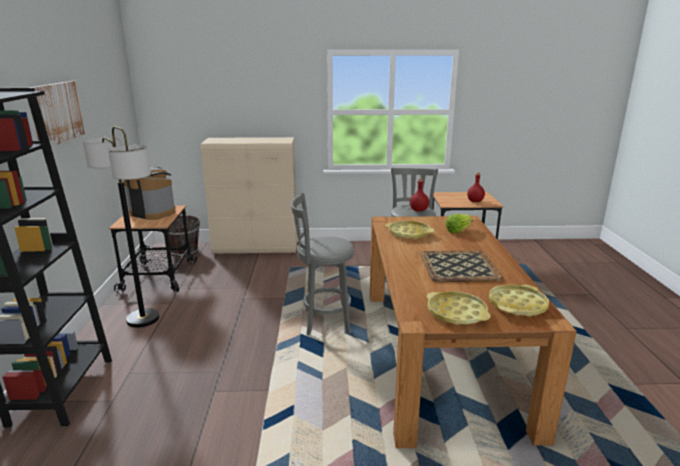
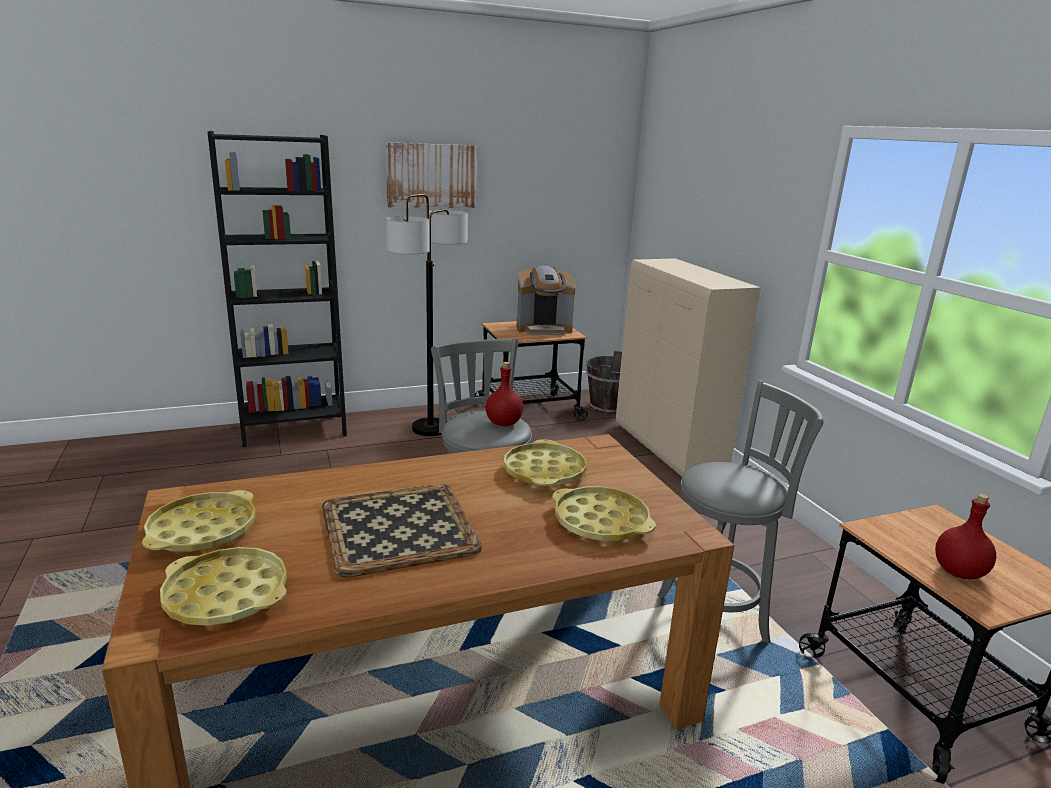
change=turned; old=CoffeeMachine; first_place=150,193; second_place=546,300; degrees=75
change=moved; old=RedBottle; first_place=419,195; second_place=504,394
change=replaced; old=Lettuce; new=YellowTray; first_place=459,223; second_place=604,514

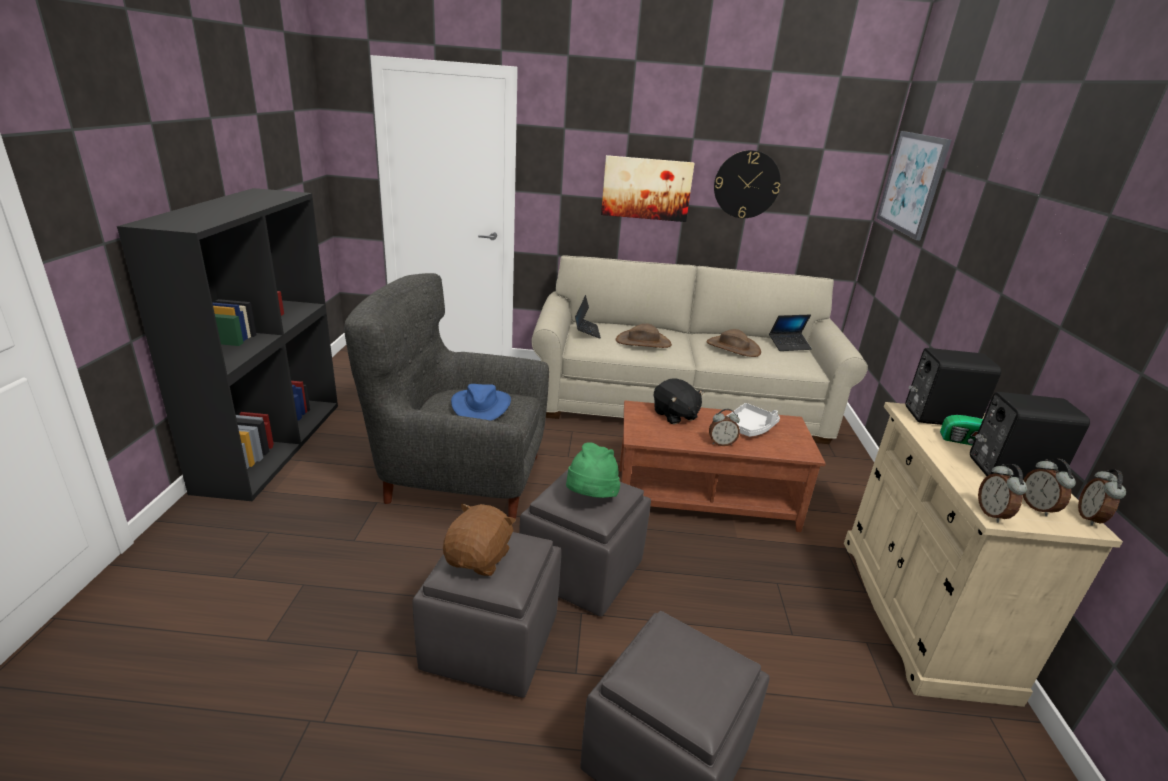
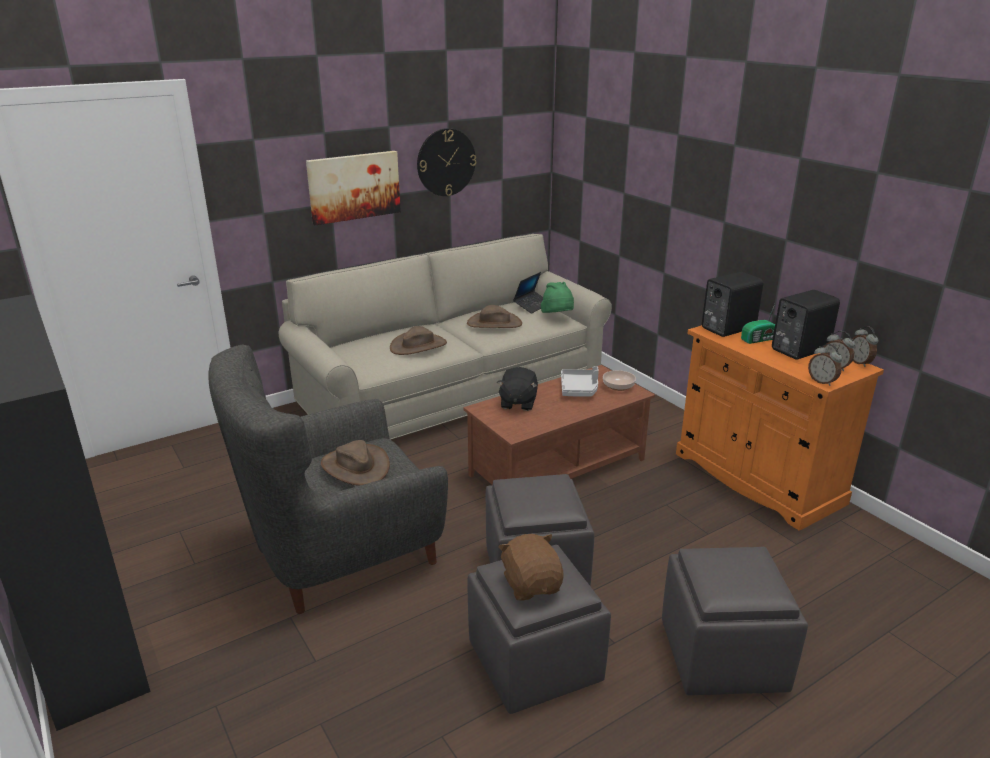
change=removed; old=Picture; first_place=914,186
change=removed; old=Laptop; first_place=588,317
change=turned; old=BlackPlushToy; first_place=679,402; second_place=517,389; degrees=75
change=recoloured; old=BlueHat; new=BrownHat; first_place=481,402; second_place=355,463
change=recoloured; old=BeigeCabinet; new=OrangeCabinet; first_place=983,554; second_place=780,428
change=removed; old=AlarmClock; first_place=724,427
change=moved; old=GreenHat; first_place=593,470; second_place=557,297
change=added; new=Bowl; second_place=619,380

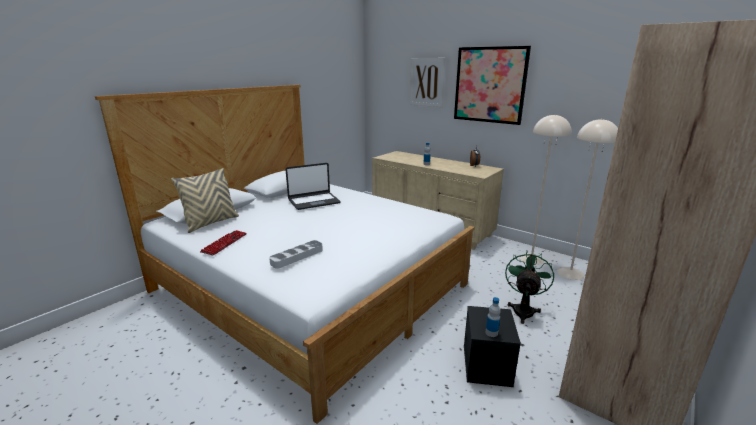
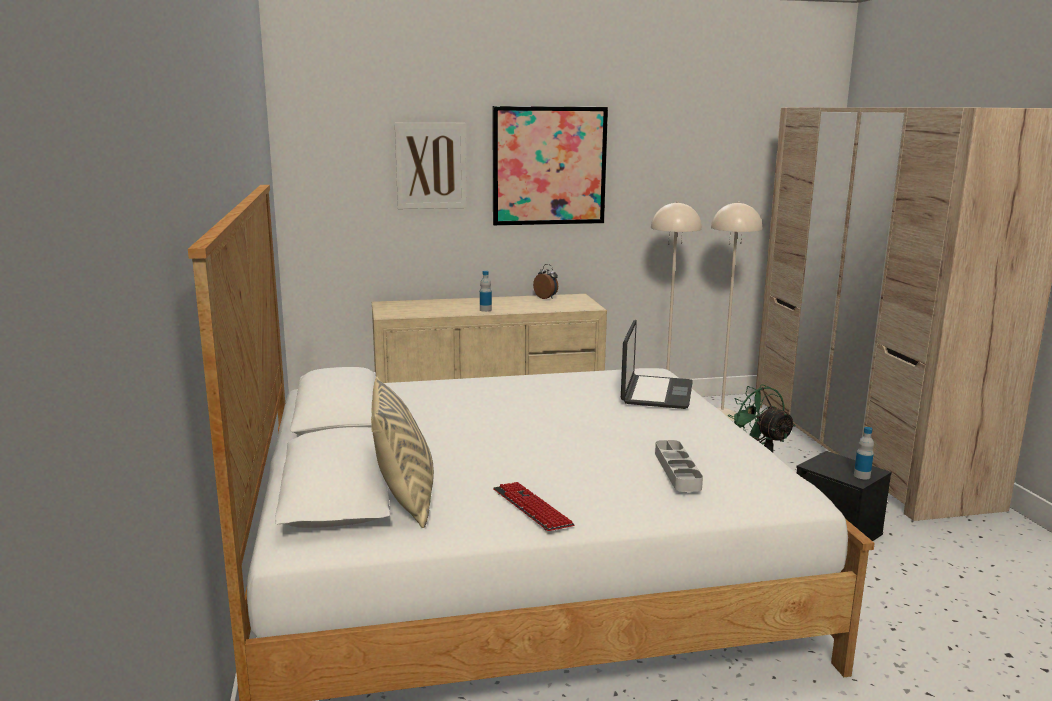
change=moved; old=Laptop; first_place=313,186; second_place=657,364

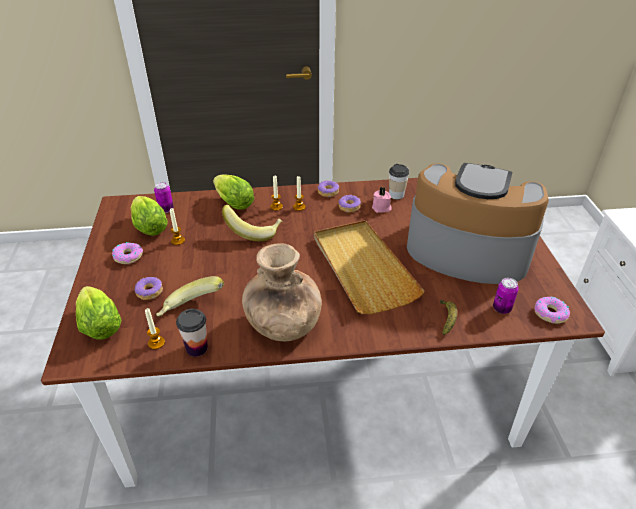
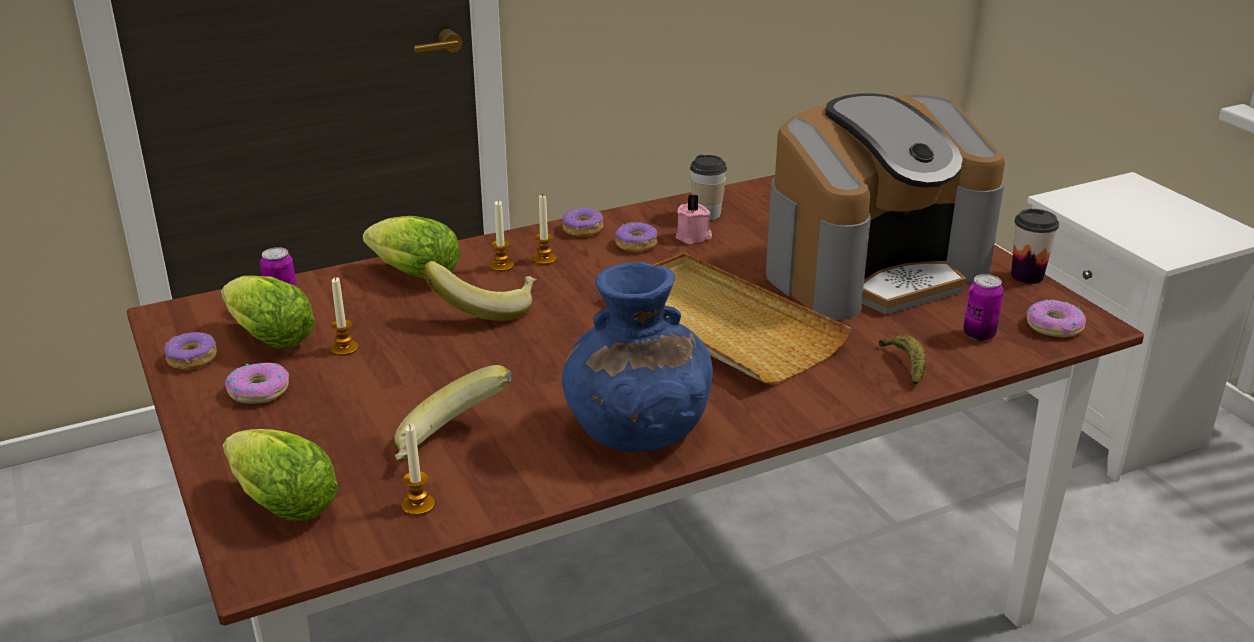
change=turned; old=CoffeeMachine; first_place=478,223; second_place=885,206; degrees=150
change=recoloured; old=BrownVase; new=BlueVase; first_place=282,292; second_place=637,357
change=moved; old=Donut; first_place=149,288; second_place=190,351
change=moved; old=Cup; first_place=192,333; second_place=1035,246

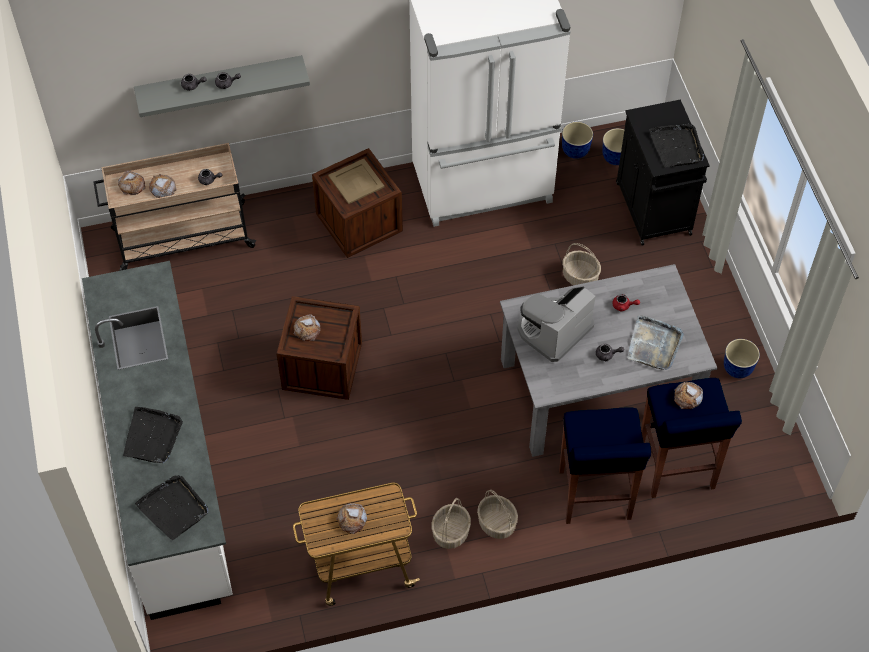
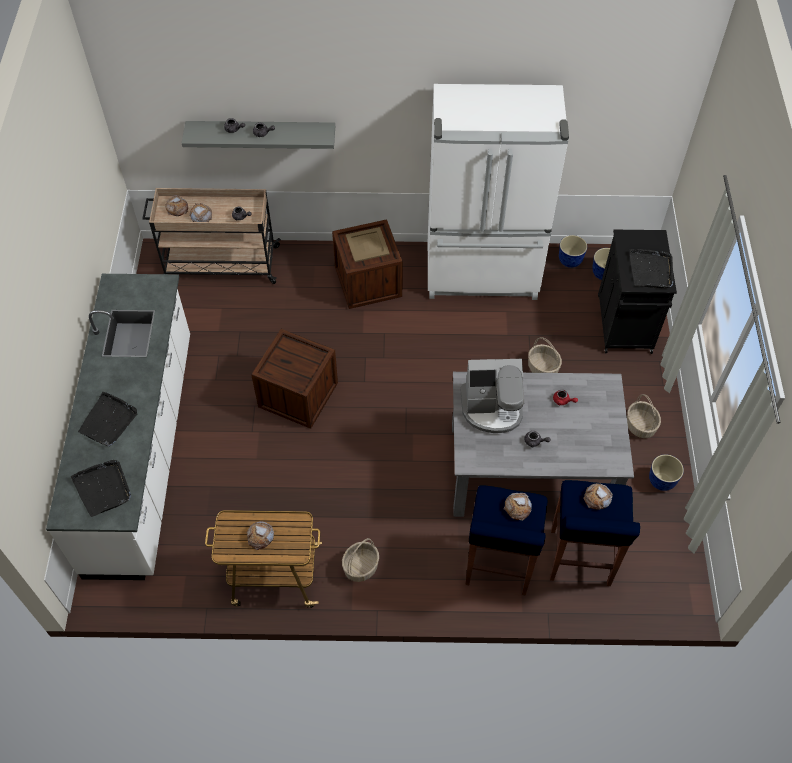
change=turned; old=CoffeeMachine; first_place=556,324; second_place=492,396; degrees=-150
change=moved; old=Bread; first_place=307,327; second_place=517,507
change=removed; old=GreyTray; first_place=655,342
change=moved; old=Basket; first_place=497,514; second_place=644,416

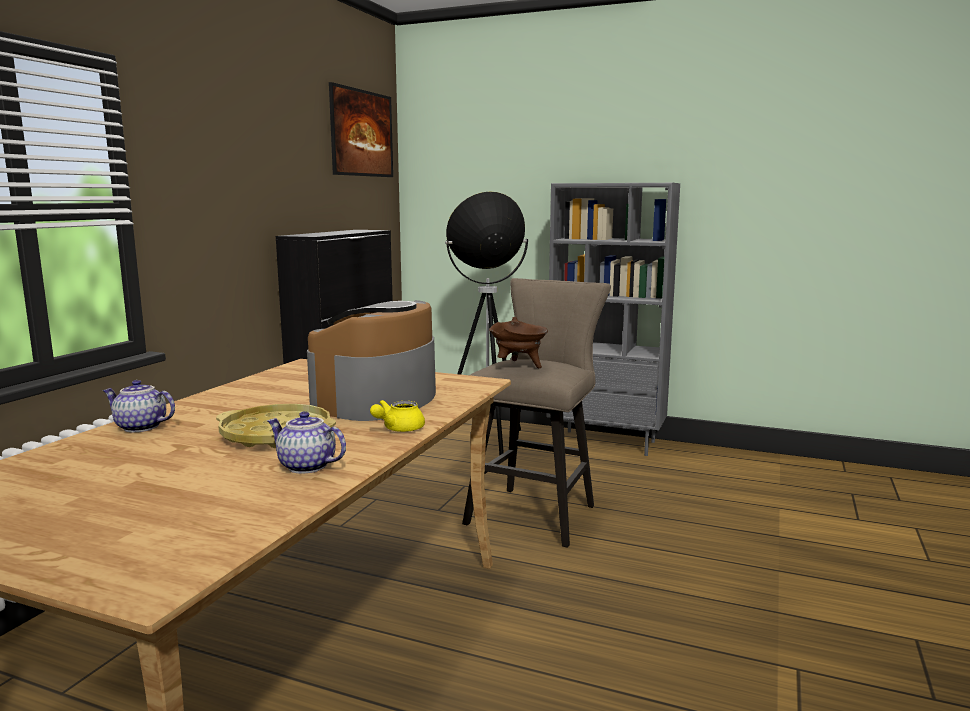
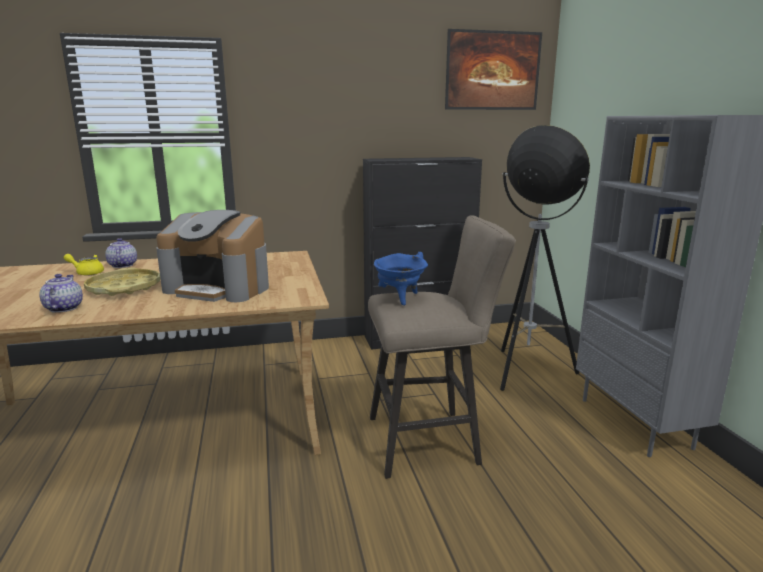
change=turned; old=CoffeeMachine; first_place=371,360; second_place=212,256; degrees=-150
change=recoloured; old=BrownCookingPot; new=BlueCookingPot; first_place=518,342; second_place=401,278
change=moved; old=YellowTeapot; first_place=397,416; second_place=84,265

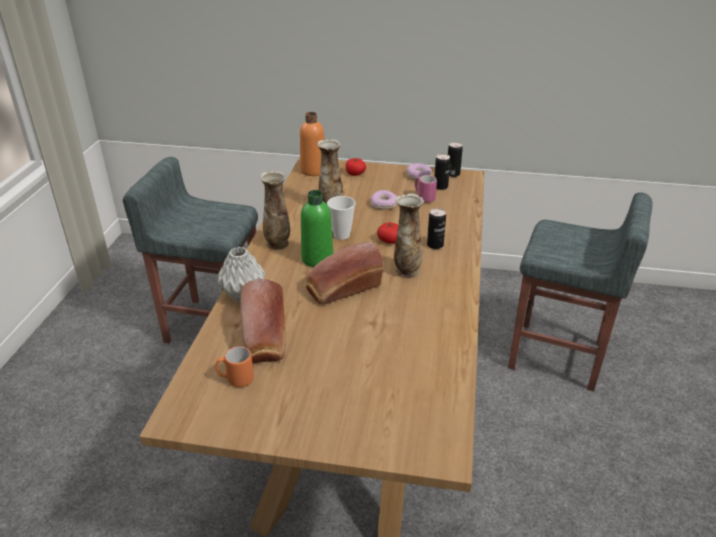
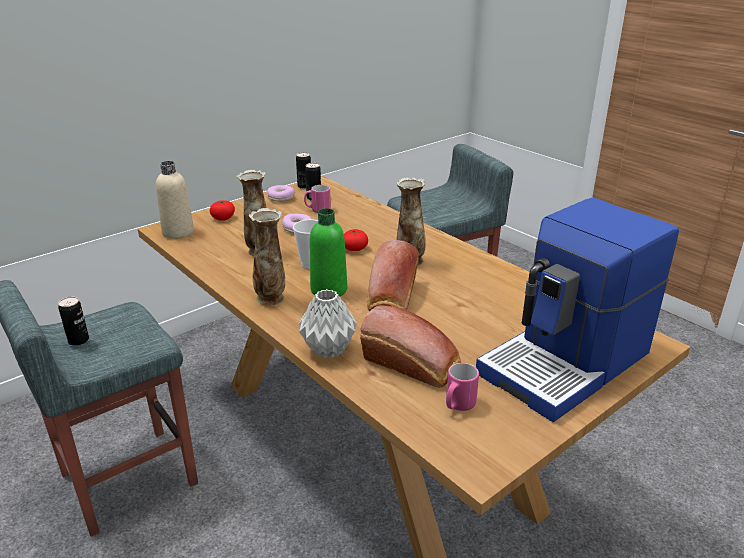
change=recoloured; old=OrangeBottle; new=BeigeBottle; first_place=312,144; second_place=175,200
change=moved; old=Can; first_place=436,228; second_place=73,321
change=recoloured; old=OrangeMug; new=PinkMug; first_place=235,366; second_place=462,387
change=added; new=CoffeeMachine; second_place=577,310

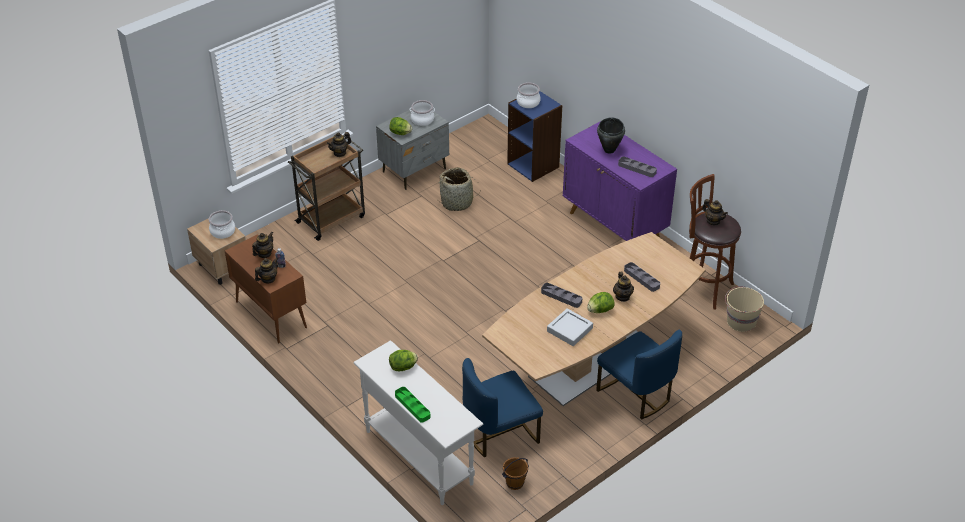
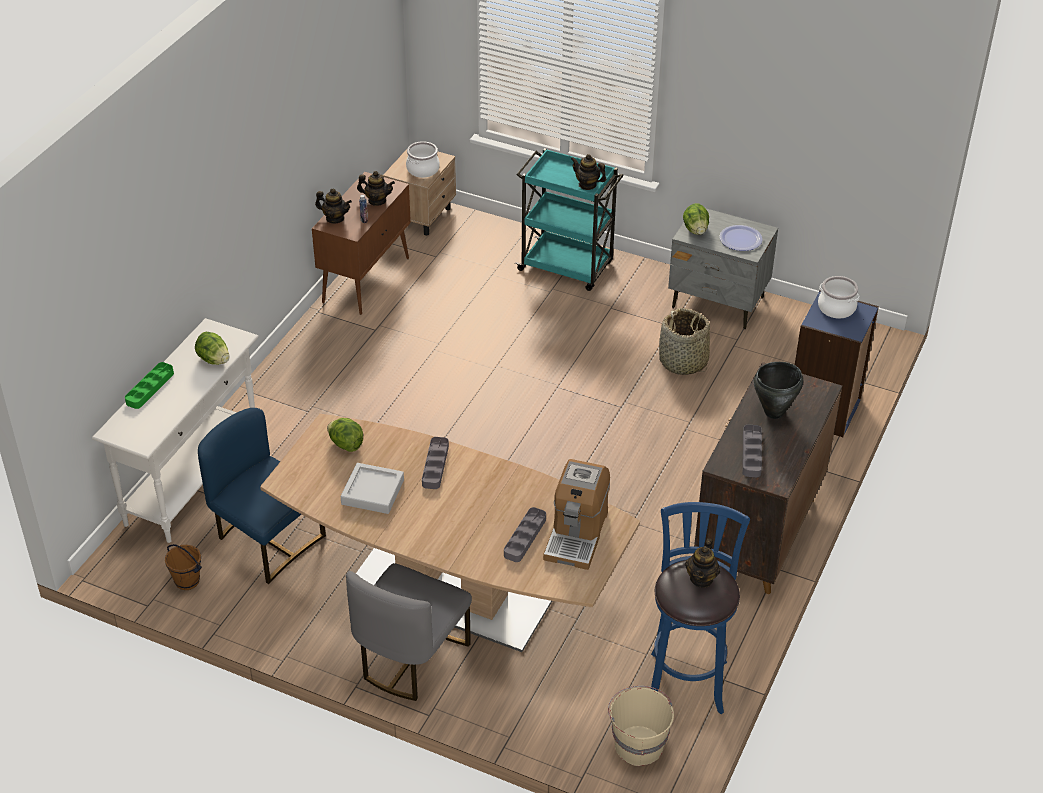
change=replaced; old=CookingPot; new=Plate; first_place=422,113; second_place=741,238
change=recoloured; old=PurpleCabinet; new=BrownCabinet; first_place=620,181; second_place=768,478
change=recoloured; old=BrownCart; new=TurquoiseCart; first_place=326,188; second_place=569,219
change=recoloured; old=BrownStool; new=BlueStool; first_place=715,242; second_place=700,608
change=removed; old=Teapot; first_place=623,287
change=moved; old=Lettuce; first_place=601,302; second_place=345,435
change=recoloured; old=BlueChair; new=GreyChair; first_place=639,374; second_place=409,632
change=added; new=CoffeeMachine; second_place=576,514

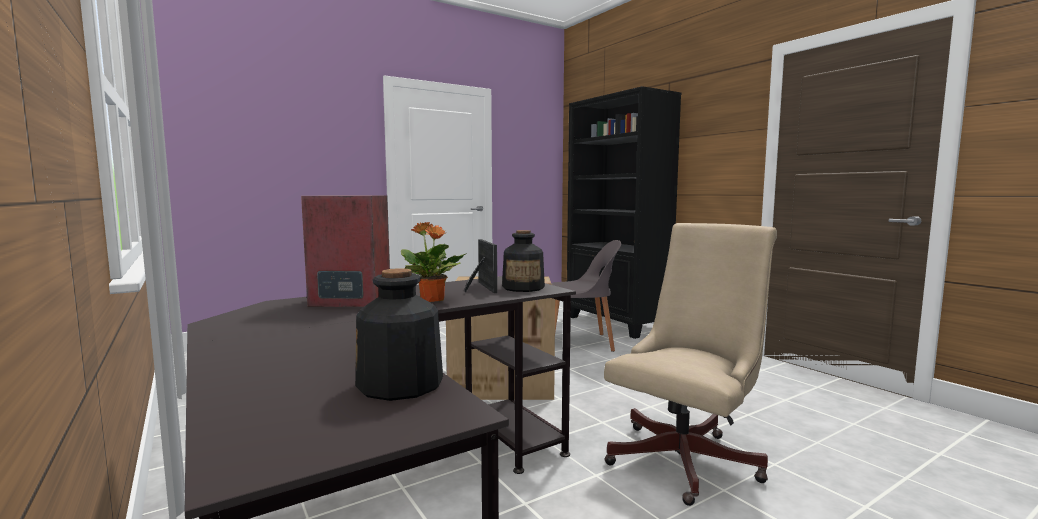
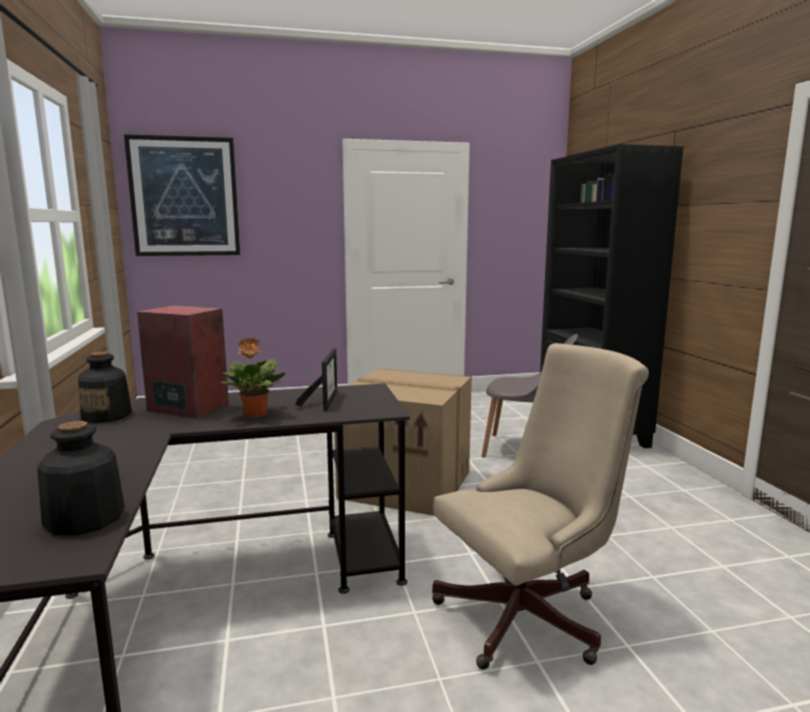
change=moved; old=Bottle; first_place=523,261; second_place=105,387
change=added; new=Picture; second_place=182,195

